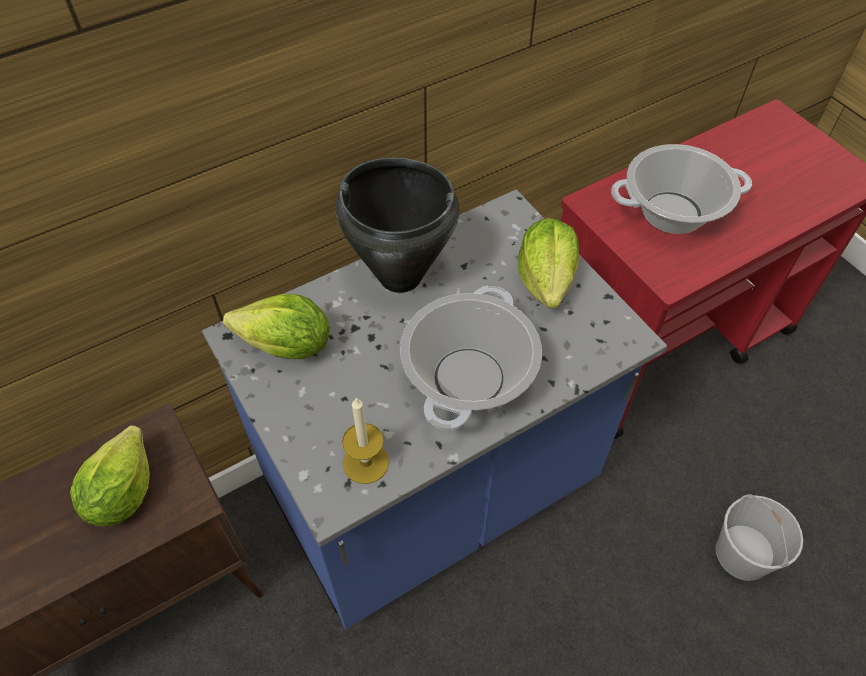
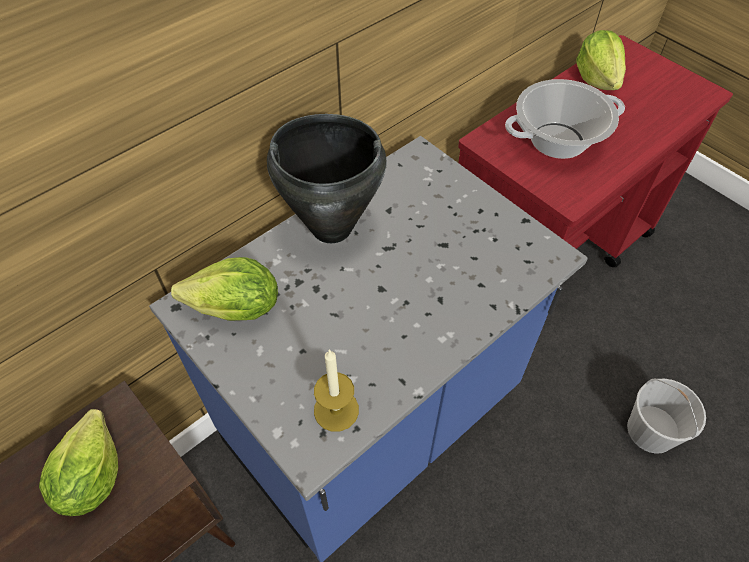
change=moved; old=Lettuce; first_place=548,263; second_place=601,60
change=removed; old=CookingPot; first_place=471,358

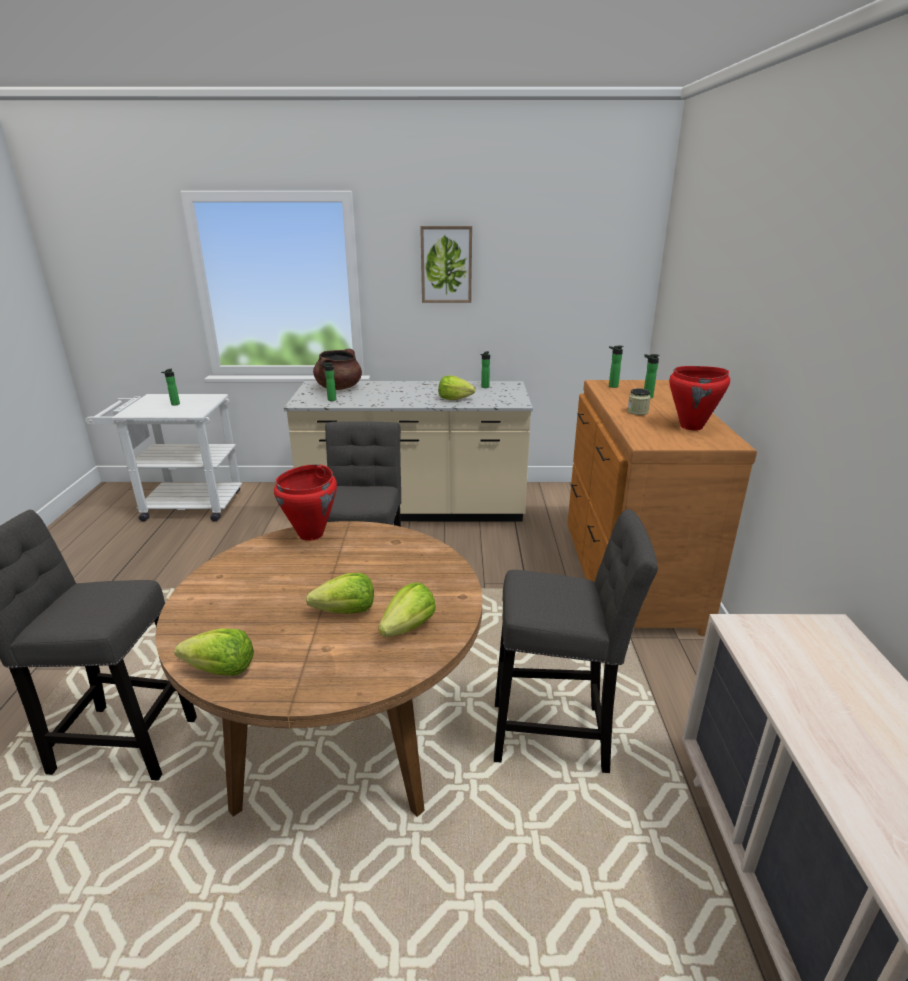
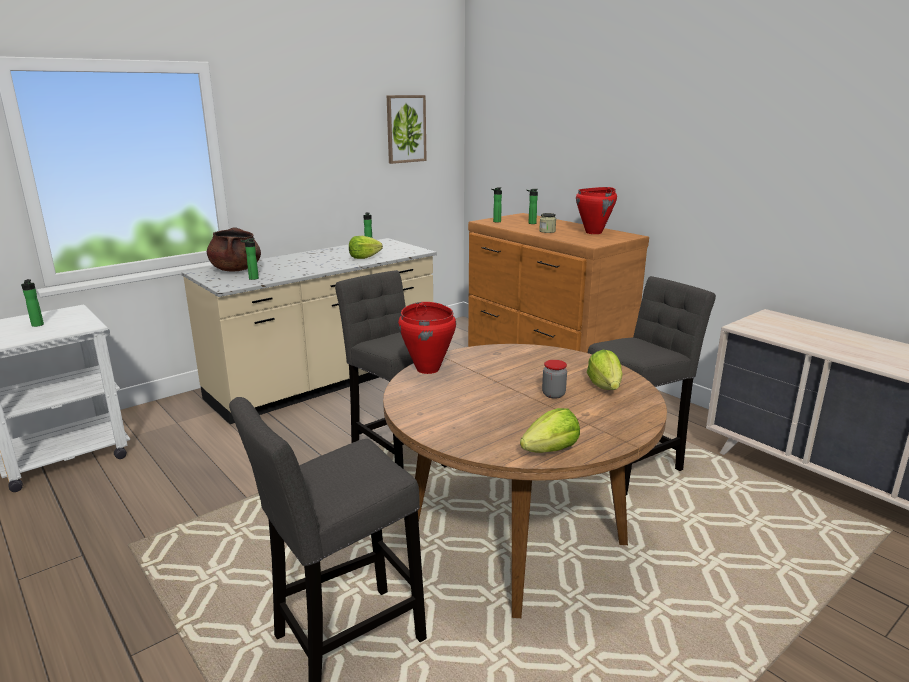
change=moved; old=Picture; first_place=446,264; second_place=407,129
change=replaced; old=Lettuce; new=Jar; first_place=340,593; second_place=554,379

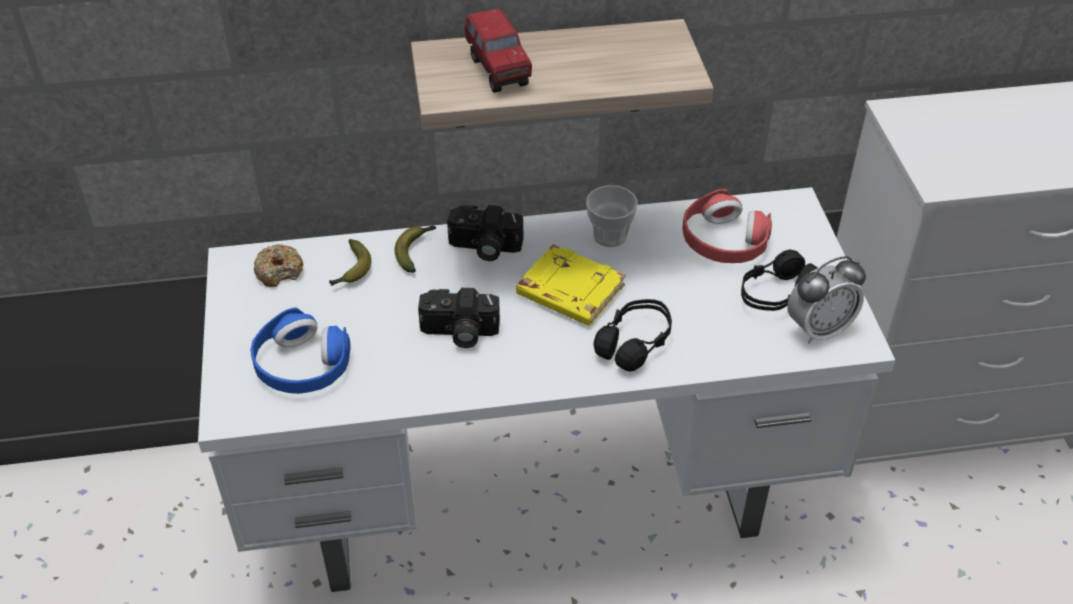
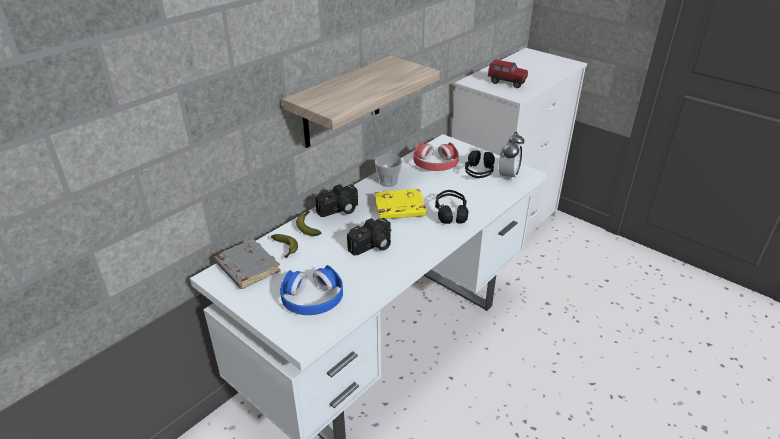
change=moved; old=ToyTruck; first_place=498,50; second_place=508,74
change=replaced; old=Donut; new=GreyBook; first_place=278,265; second_place=247,264

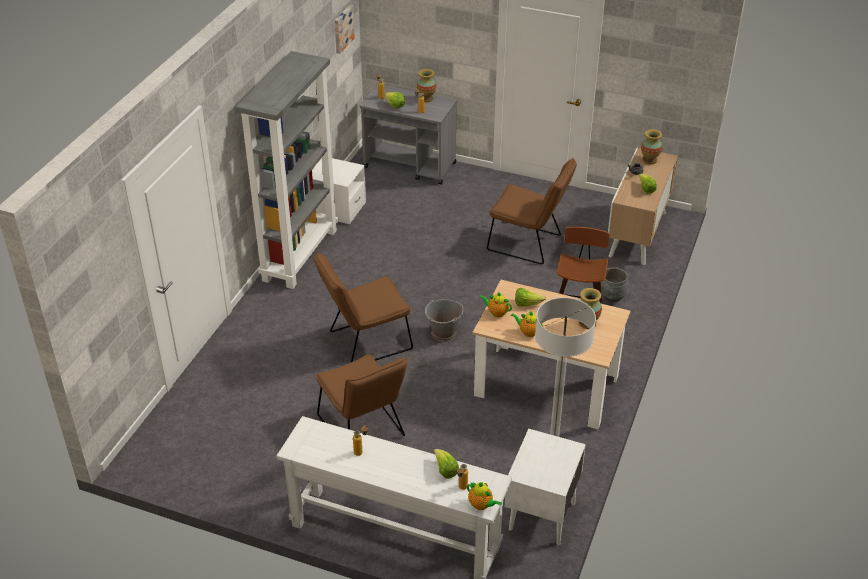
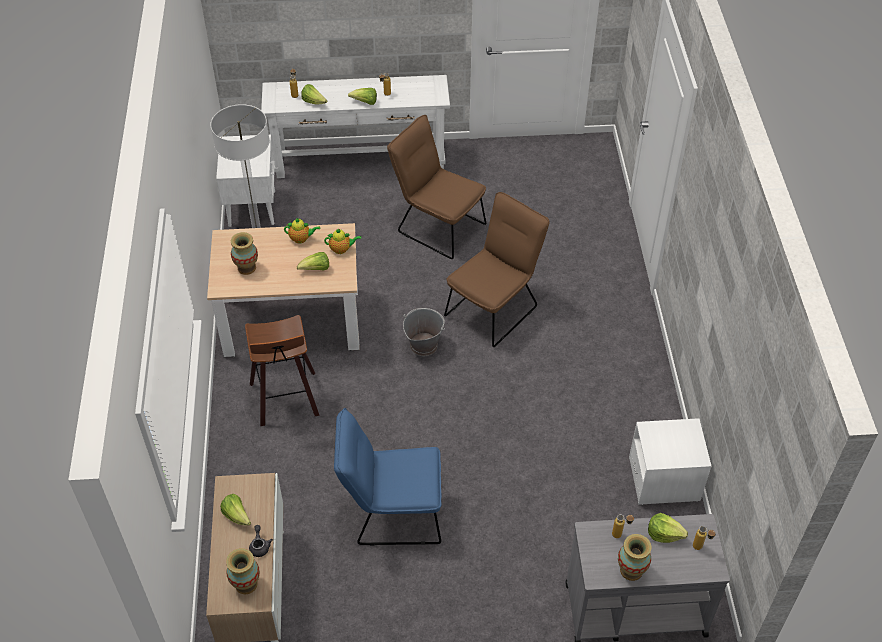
change=removed; old=Picture; first_place=344,29
change=removed; old=GreyBookcase; first_place=287,170
change=recoloured; old=BrownChair; new=BlueChair; first_place=532,211; second_place=387,477
change=removed; old=GreyPlanter; first_place=614,284
change=removed; old=Teapot; first_place=484,496
change=added; new=Lettuce; second_place=362,96

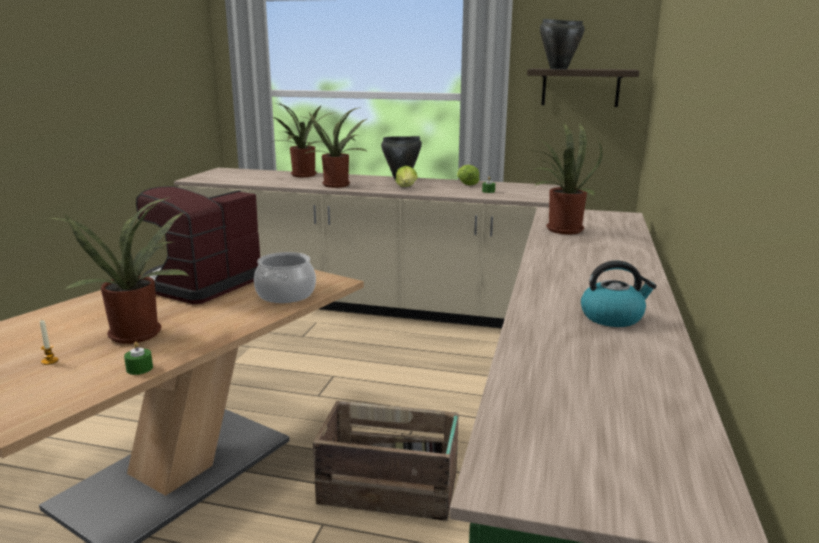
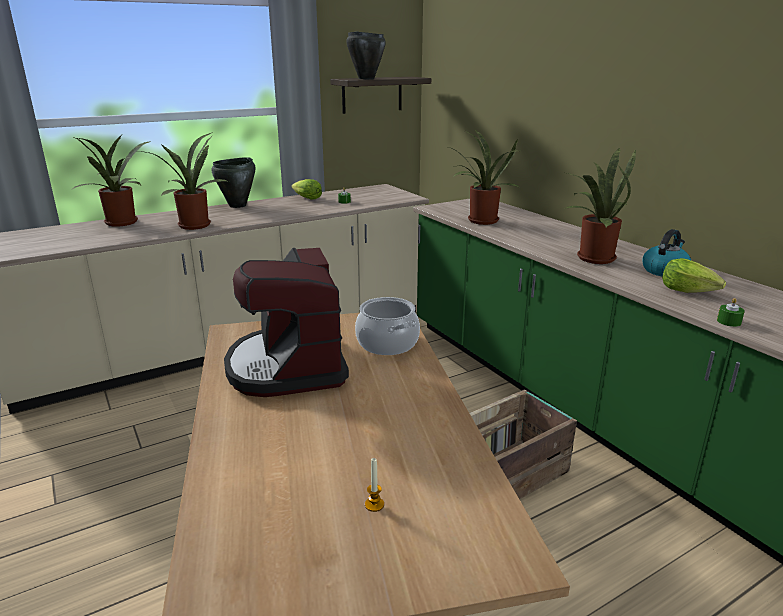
change=moved; old=Lettuce; first_place=407,176; second_place=694,275
change=moved; old=PottedPlant; first_place=119,270; second_place=600,206
change=moved; old=GreenCandle; first_place=138,358; second_place=731,312

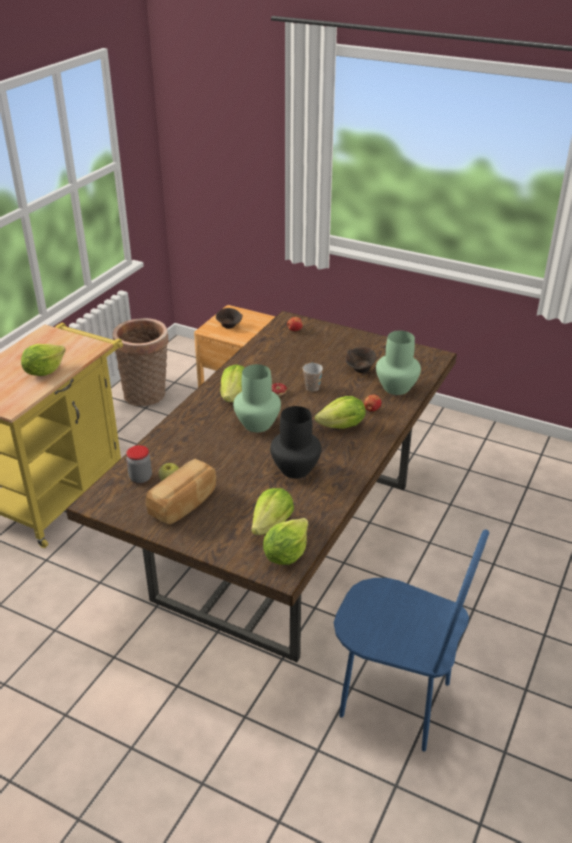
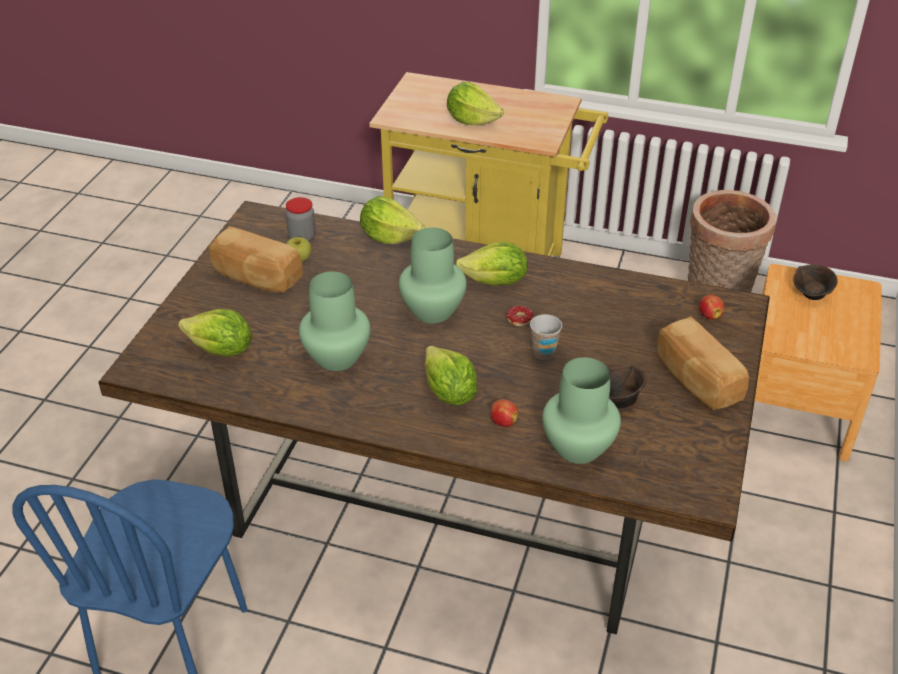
change=recoloured; old=BlackVase; new=GreenVase; first_place=295,442; second_place=334,321
change=moved; old=Lettuce; first_place=285,541; second_place=392,220
change=added; new=Bread; second_place=703,363

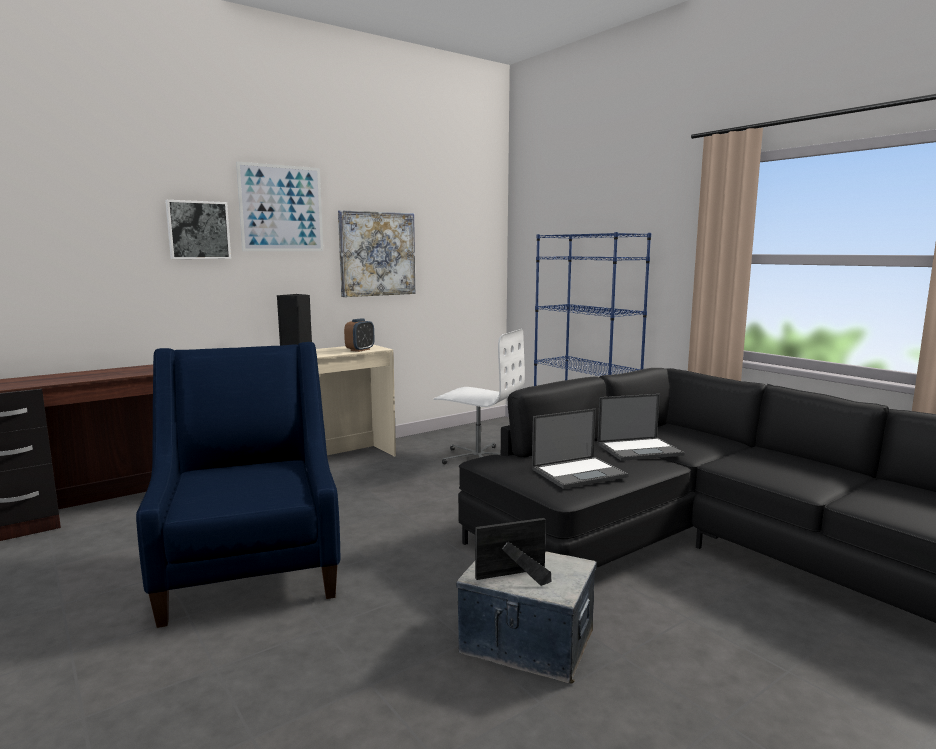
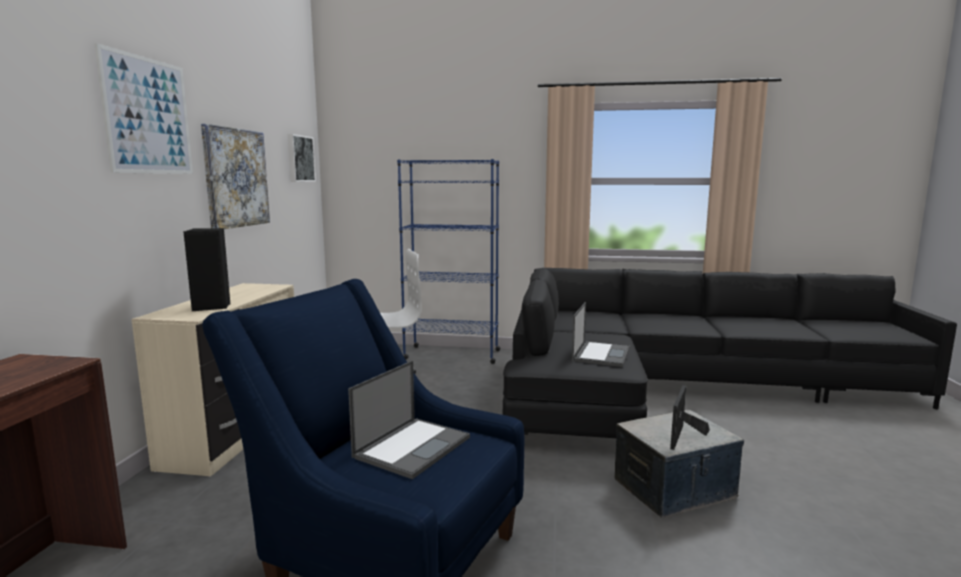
change=moved; old=Picture; first_place=198,229; second_place=301,158
change=removed; old=AlarmClock; first_place=359,335
change=moved; old=Laptop; first_place=641,427; second_place=409,420

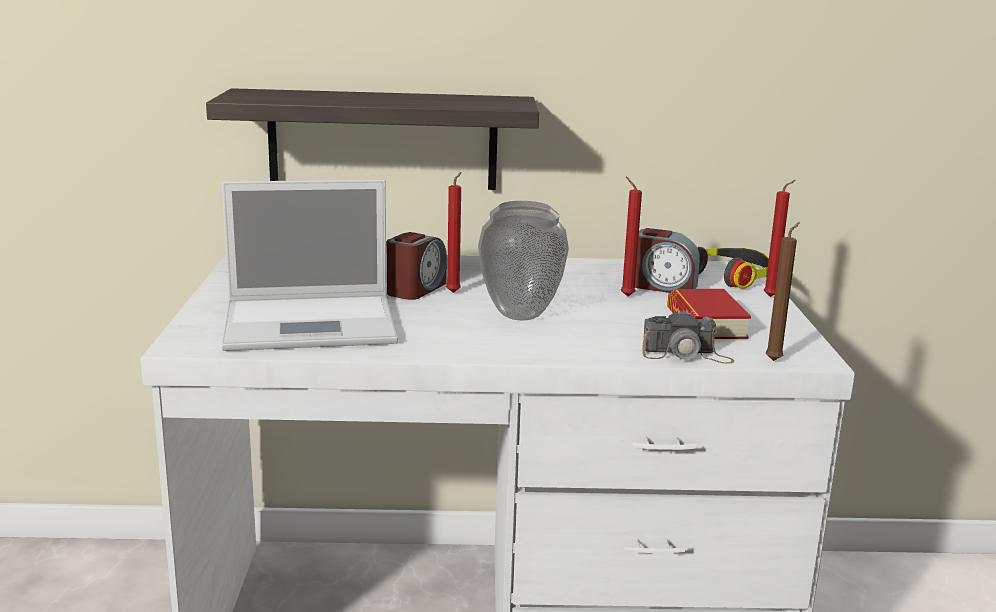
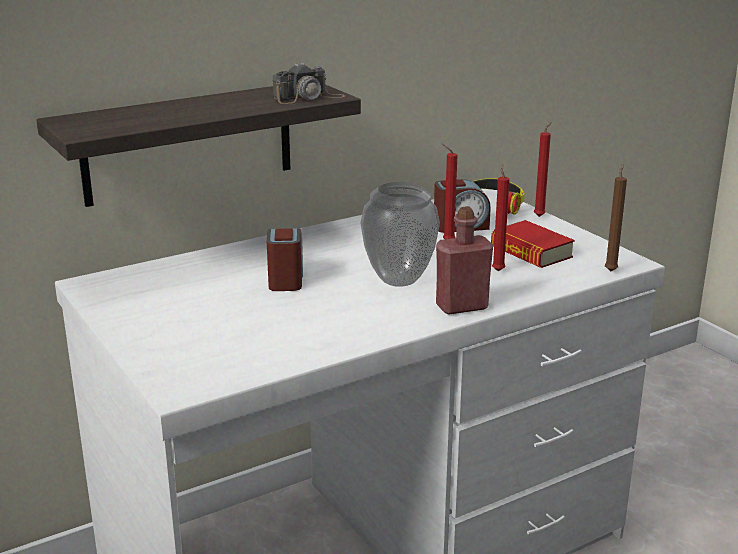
change=moved; old=RedCandle; first_place=454,232; second_place=501,217
change=removed; old=Laptop; first_place=310,265
change=moved; old=PhotoCamera; first_place=688,336; second_place=309,83
change=added; new=RedBottle; second_place=464,261

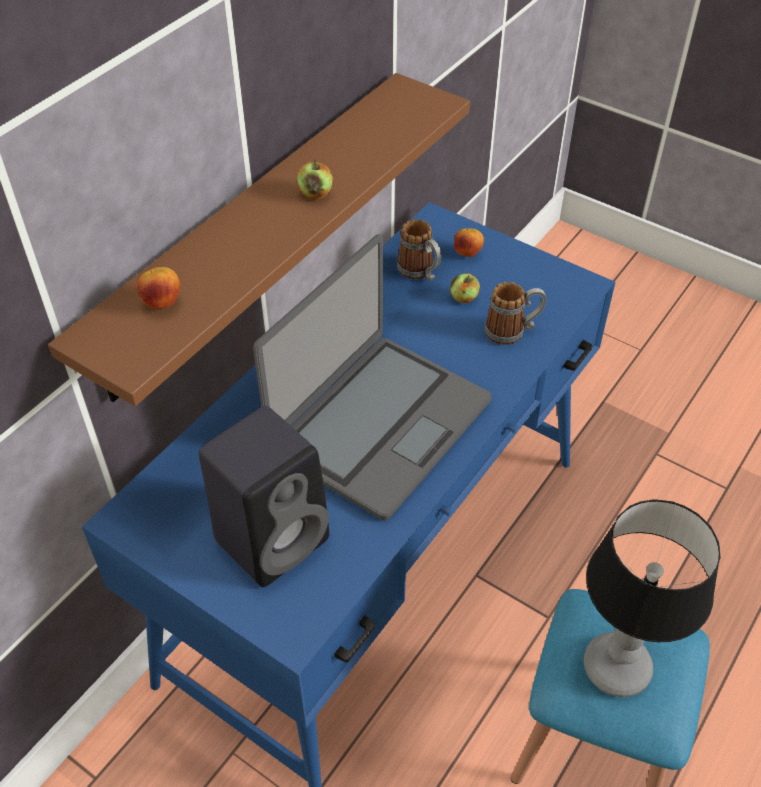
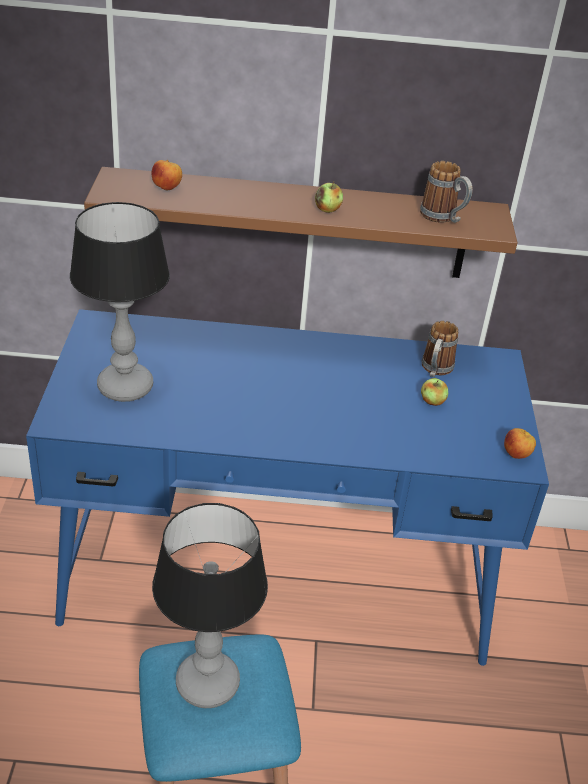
change=moved; old=Apple; first_place=469,242; second_place=520,443
change=removed; old=Laptop; first_place=372,377
change=moved; old=Mug; first_place=516,313; second_place=446,192
change=replaced; old=BlackSpeaker; new=TableLamp; first_place=264,496; second_place=120,302

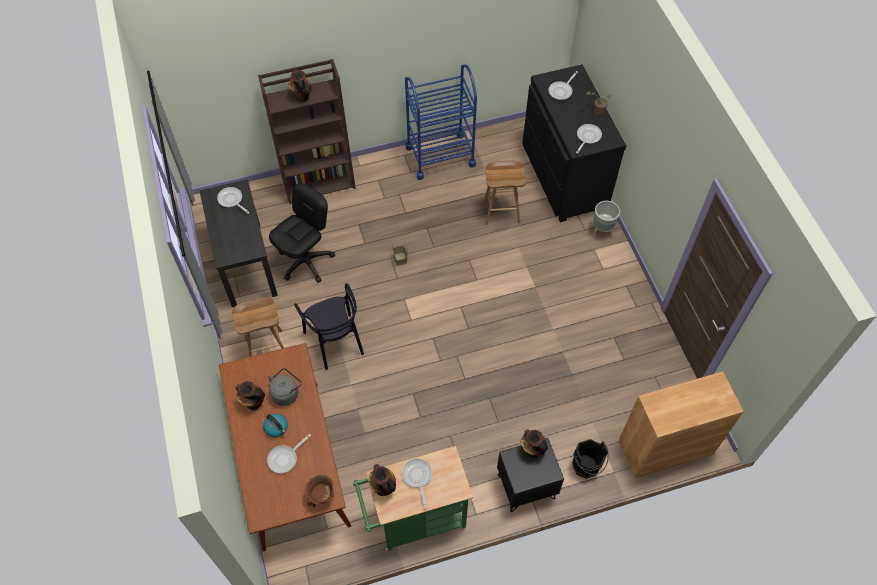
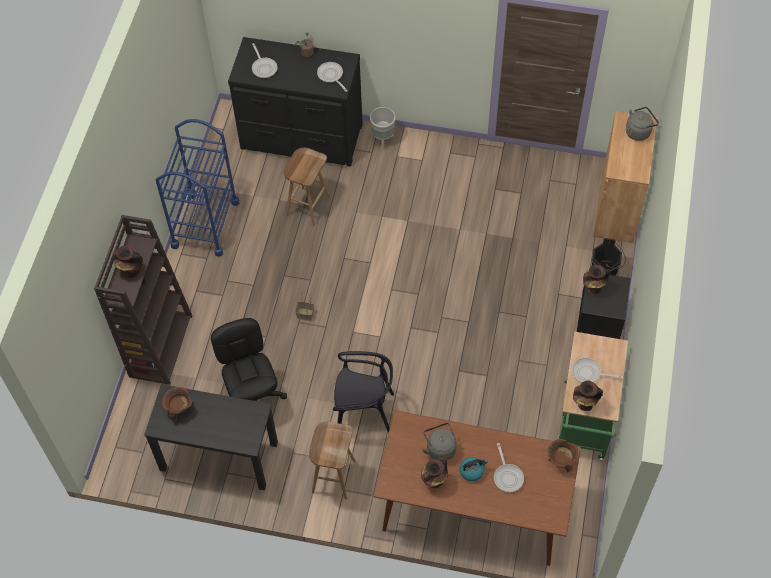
change=replaced; old=FryingPan; new=BrownCookingPot; first_place=233,200; second_place=177,404
change=added; new=GreyKettle; second_place=642,124

